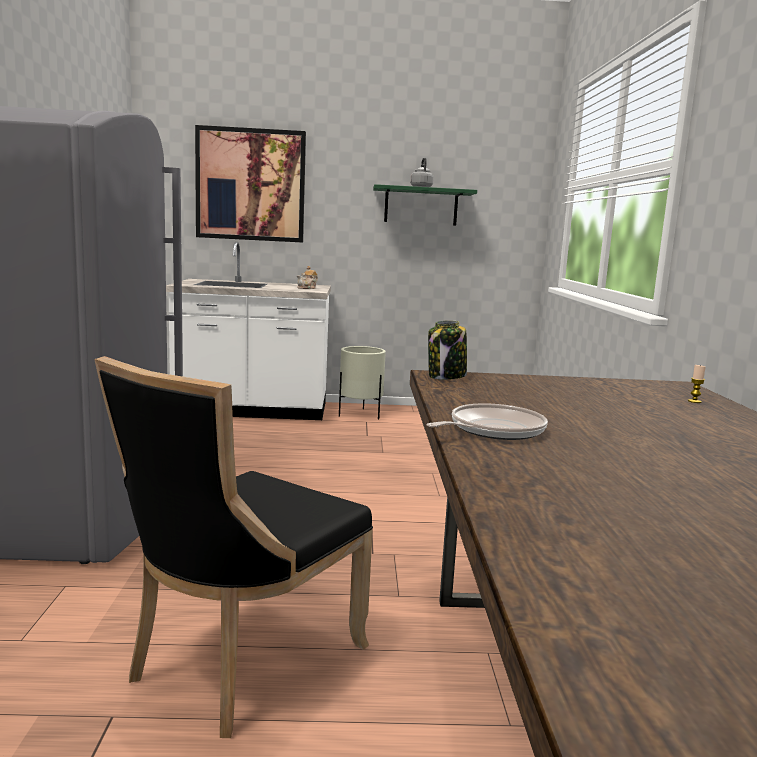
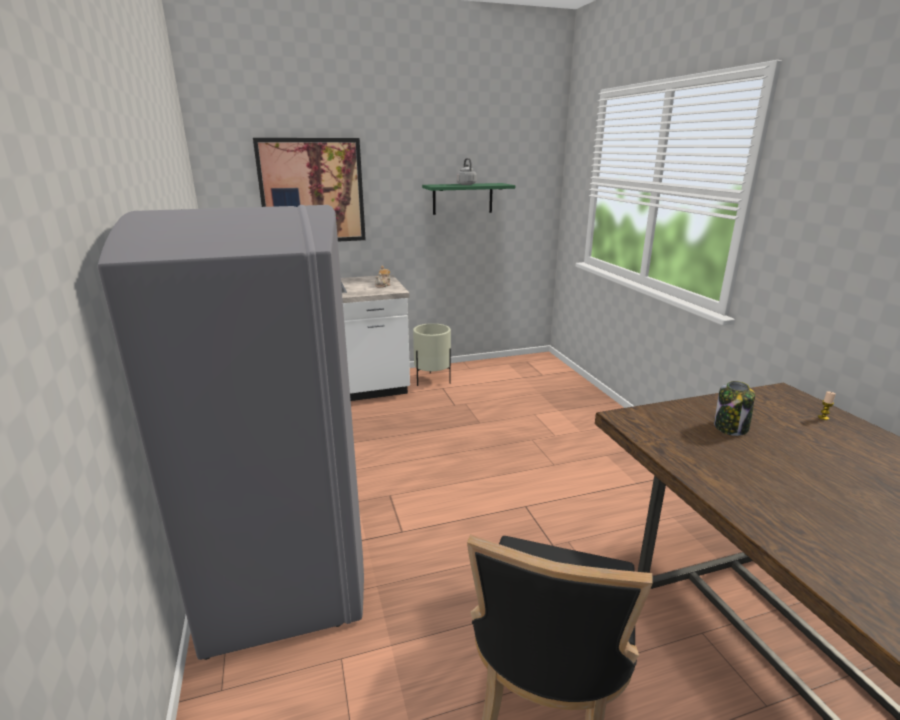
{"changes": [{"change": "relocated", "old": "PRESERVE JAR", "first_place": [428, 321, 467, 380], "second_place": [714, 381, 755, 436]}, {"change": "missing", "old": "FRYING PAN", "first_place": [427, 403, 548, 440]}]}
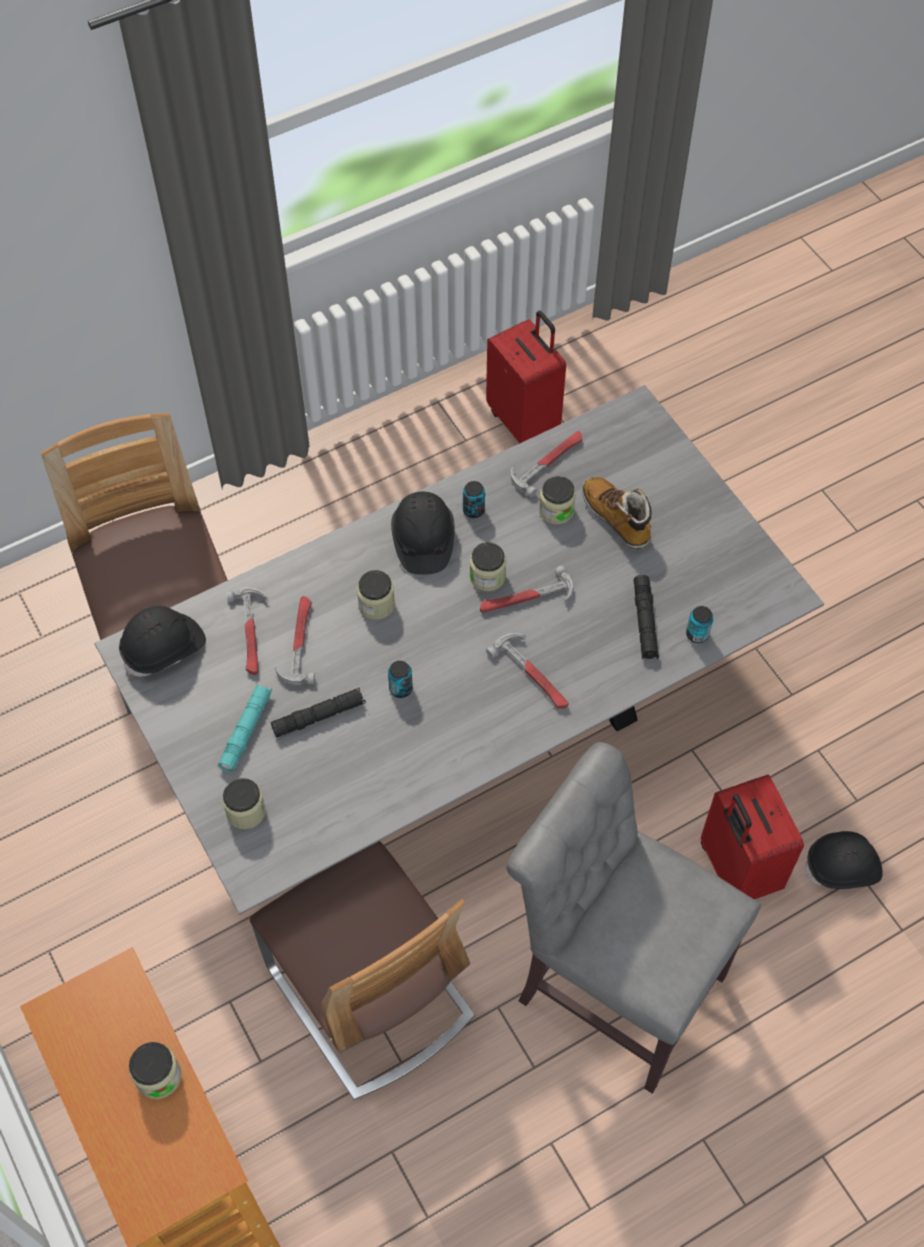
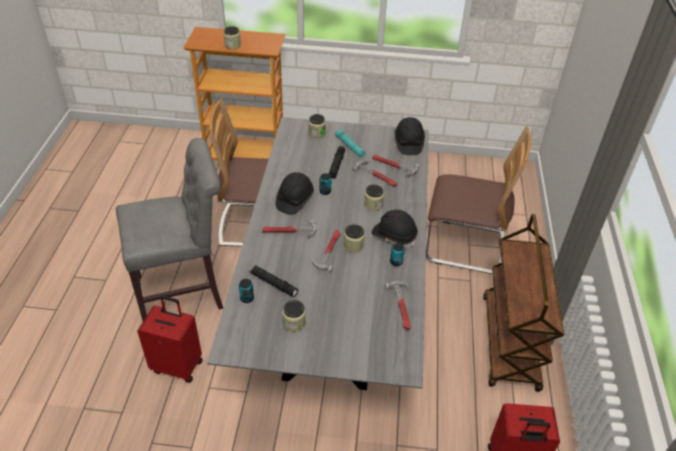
{"changes": [{"change": "relocated", "old": "BLACK WORK HELMET", "first_place": [805, 831, 883, 889], "second_place": [275, 172, 314, 215]}, {"change": "relocated", "old": "PRESERVE JAR", "first_place": [539, 476, 576, 524], "second_place": [282, 300, 306, 332]}, {"change": "appeared", "new": "BROWN TROLLEY", "second_place": [483, 214, 564, 392]}, {"change": "missing", "old": "HIGH-TOP BOOT", "first_place": [582, 477, 652, 550]}]}
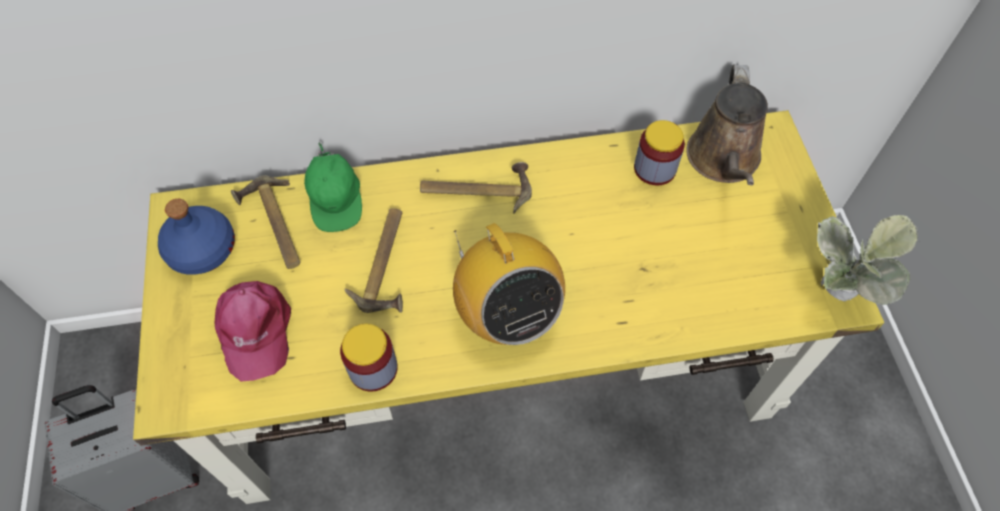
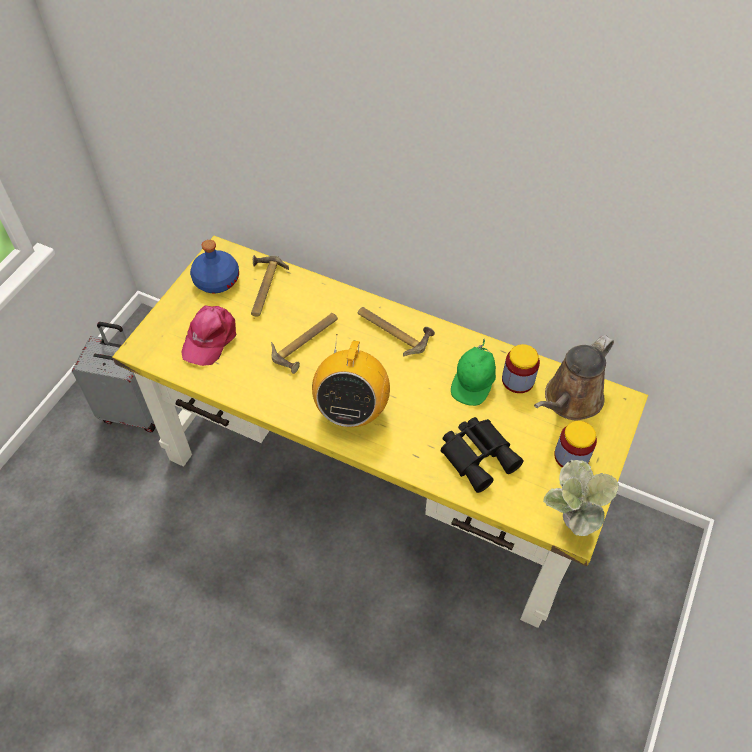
{"changes": [{"change": "appeared", "new": "BLACK FIELD GLASSES", "second_place": [441, 417, 524, 493]}, {"change": "relocated", "old": "GREEN-COLOURED CAP", "first_place": [304, 142, 362, 232], "second_place": [451, 339, 496, 406]}, {"change": "relocated", "old": "PRESERVE JAR", "first_place": [340, 323, 398, 392], "second_place": [554, 421, 597, 467]}]}
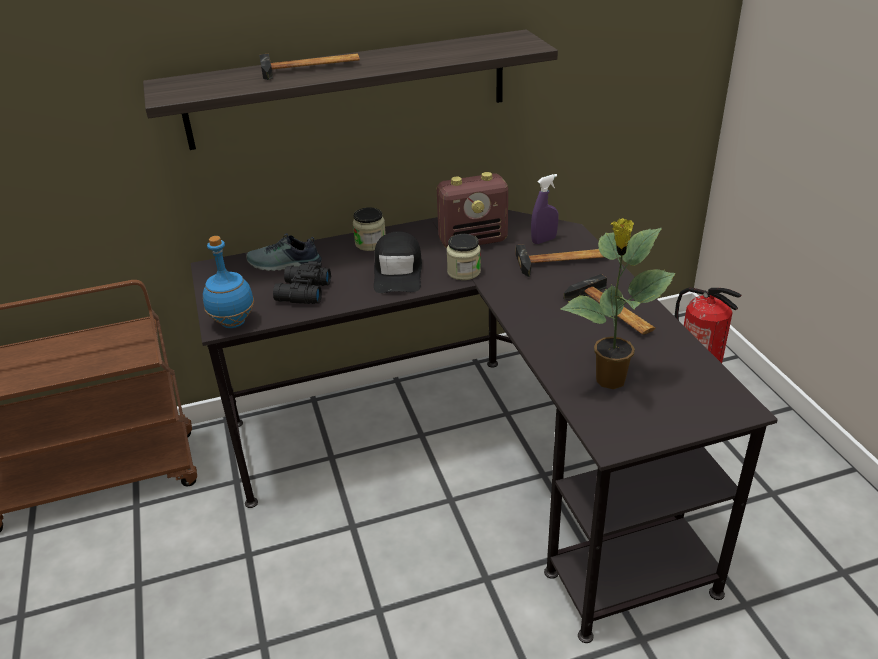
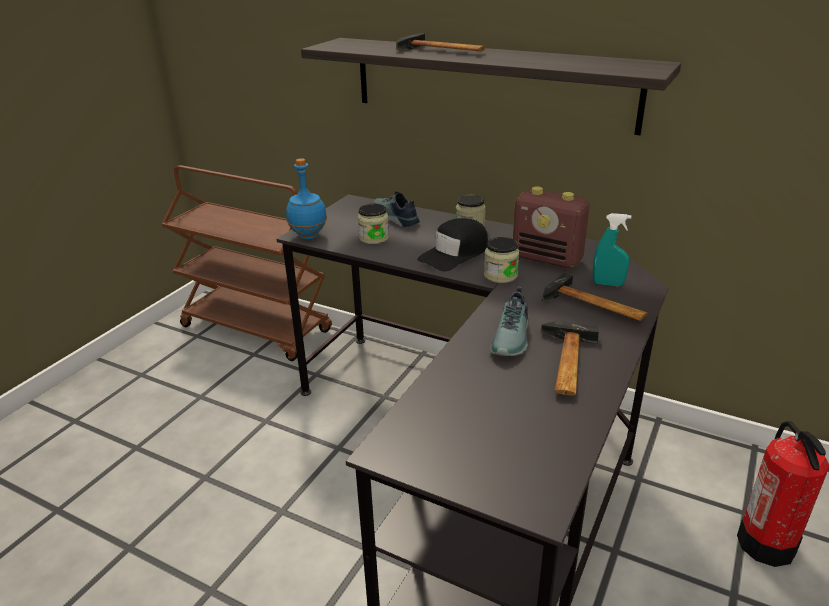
{"changes": [{"change": "exchanged", "old": "BLACK FIELD GLASSES", "new": "PRESERVE JAR", "first_place": [273, 261, 331, 304], "second_place": [358, 204, 389, 244]}, {"change": "appeared", "new": "SHOE", "second_place": [490, 286, 528, 356]}, {"change": "colour", "old": "PURPLE HAND SPRAYER", "new": "BLUE-GREEN HAND SPRAYER", "first_place": [531, 174, 558, 244], "second_place": [593, 213, 632, 286]}, {"change": "missing", "old": "HOUSEPLANT", "first_place": [561, 218, 675, 389]}]}
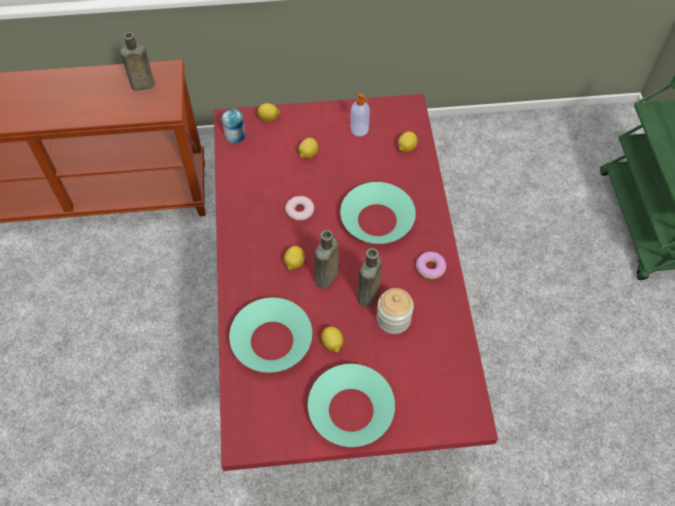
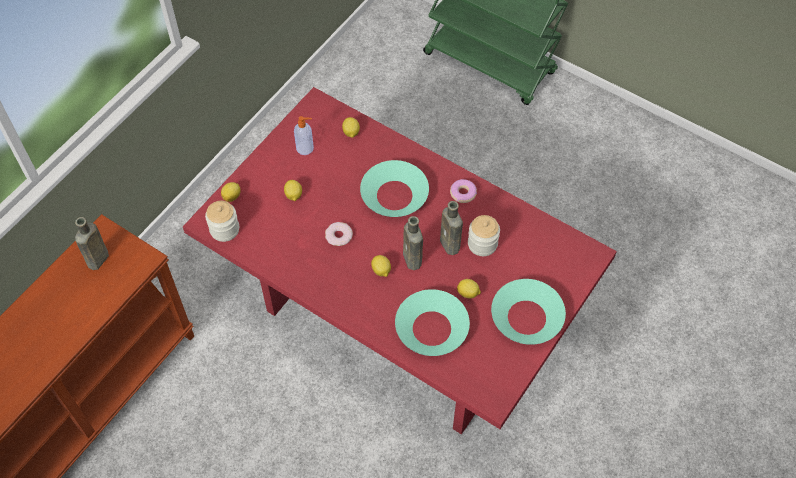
{"changes": [{"change": "exchanged", "old": "SEALED CAN", "new": "PRESERVE JAR", "first_place": [221, 109, 245, 143], "second_place": [205, 201, 239, 242]}]}
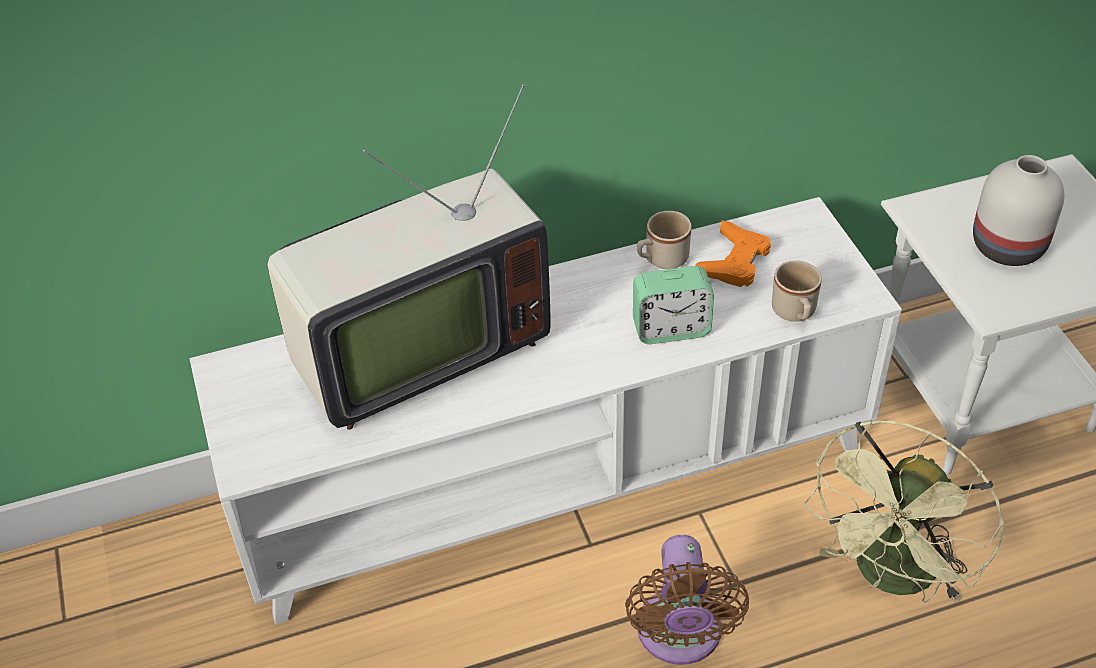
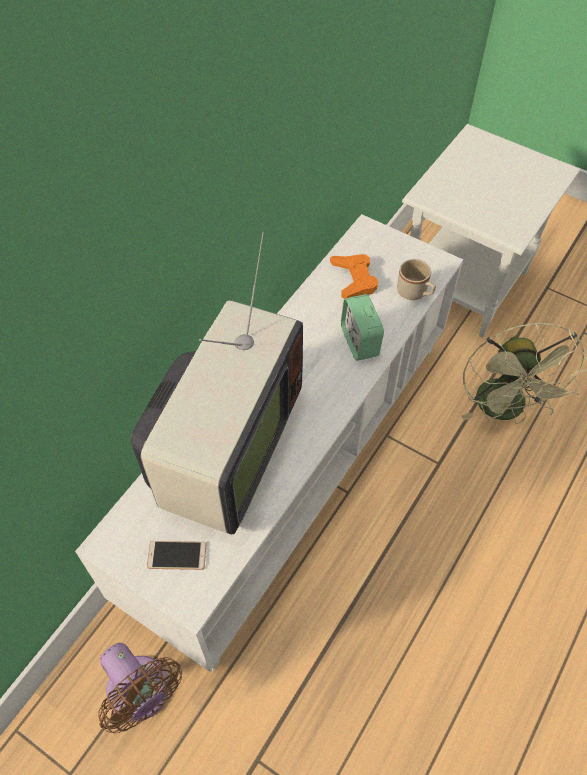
{"changes": [{"change": "relocated", "old": "BROWN FAN", "first_place": [625, 535, 749, 665], "second_place": [98, 643, 182, 734]}, {"change": "appeared", "new": "PHONE", "second_place": [147, 541, 206, 570]}, {"change": "spun", "old": "TABLE CLOCK", "first_place": [633, 266, 714, 344], "second_place": [341, 294, 384, 361], "degrees": 120}, {"change": "missing", "old": "BEIGE MUG", "first_place": [637, 211, 692, 269]}, {"change": "missing", "old": "WHITISH DECORATIVE VASE", "first_place": [973, 155, 1065, 266]}]}
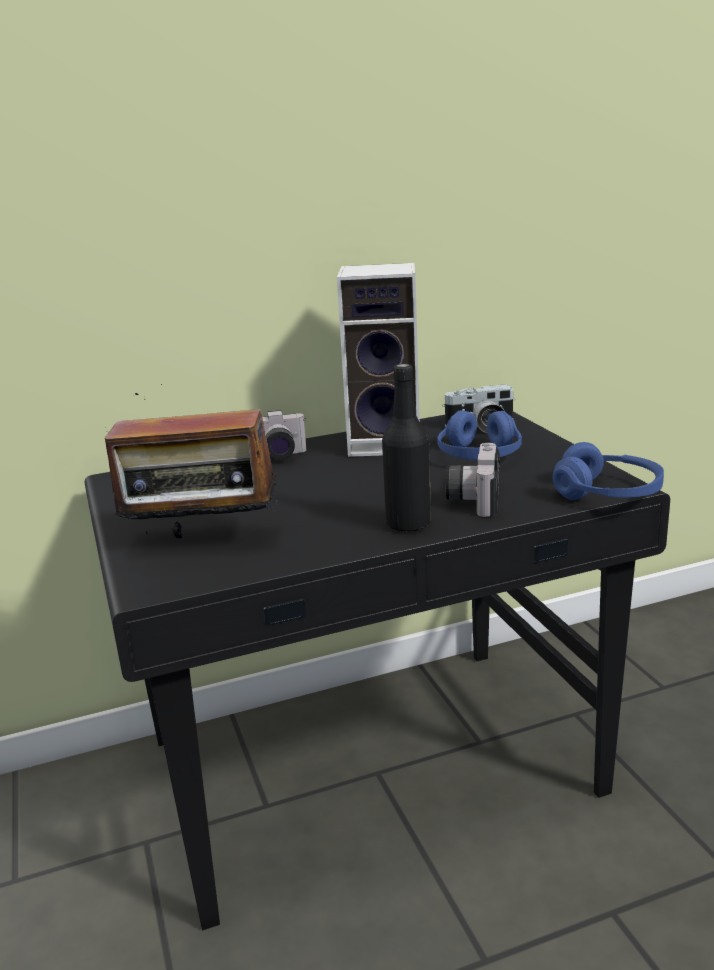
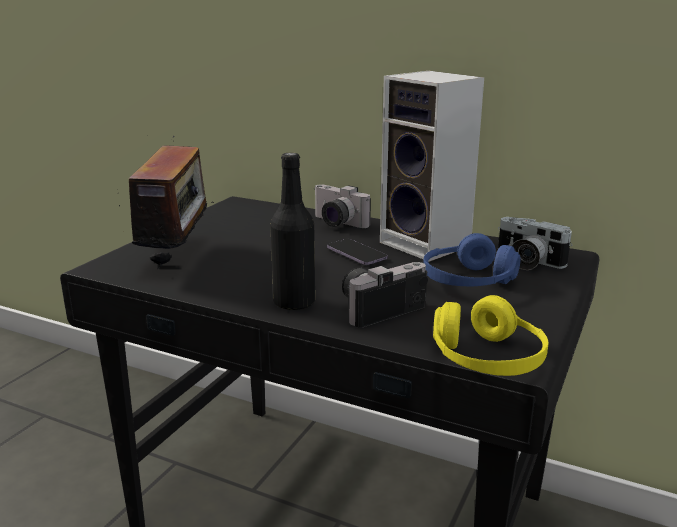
{"changes": [{"change": "spun", "old": "RADIO SET", "first_place": [98, 384, 278, 538], "second_place": [119, 135, 214, 269], "degrees": -135}, {"change": "appeared", "new": "PHONE", "second_place": [327, 239, 388, 265]}, {"change": "colour", "old": "BLUISH HEADSET", "new": "YELLOWISH HEADSET", "first_place": [553, 442, 664, 500], "second_place": [433, 295, 548, 376]}]}
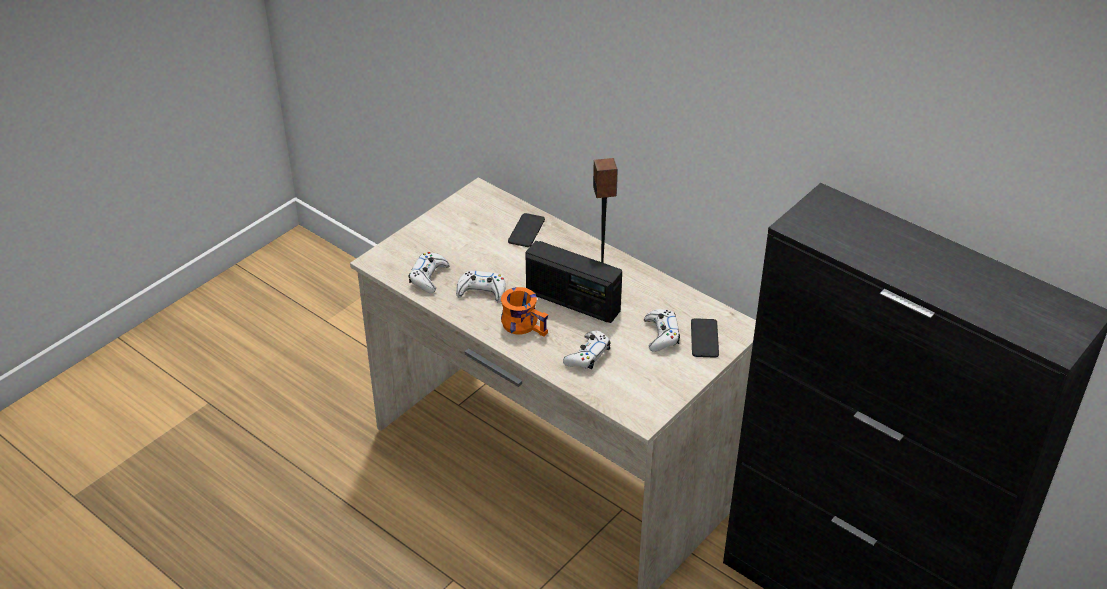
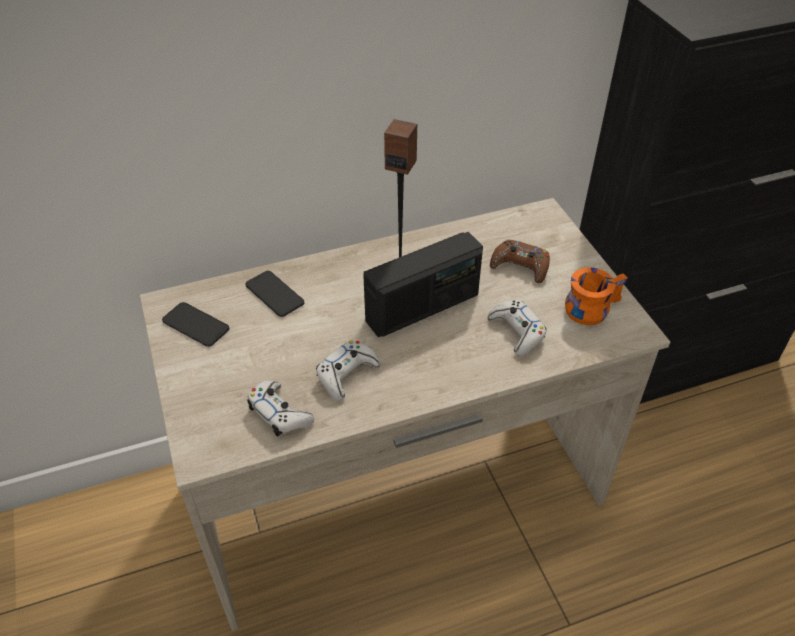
{"changes": [{"change": "relocated", "old": "PHONE", "first_place": [691, 318, 719, 358], "second_place": [162, 302, 229, 347]}, {"change": "colour", "old": "WHITISH GAME CONTROLLER", "new": "BROWN GAME CONTROLLER", "first_place": [644, 309, 680, 352], "second_place": [490, 240, 550, 283]}, {"change": "relocated", "old": "ORANGE MUG", "first_place": [501, 287, 549, 337], "second_place": [565, 267, 628, 325]}]}
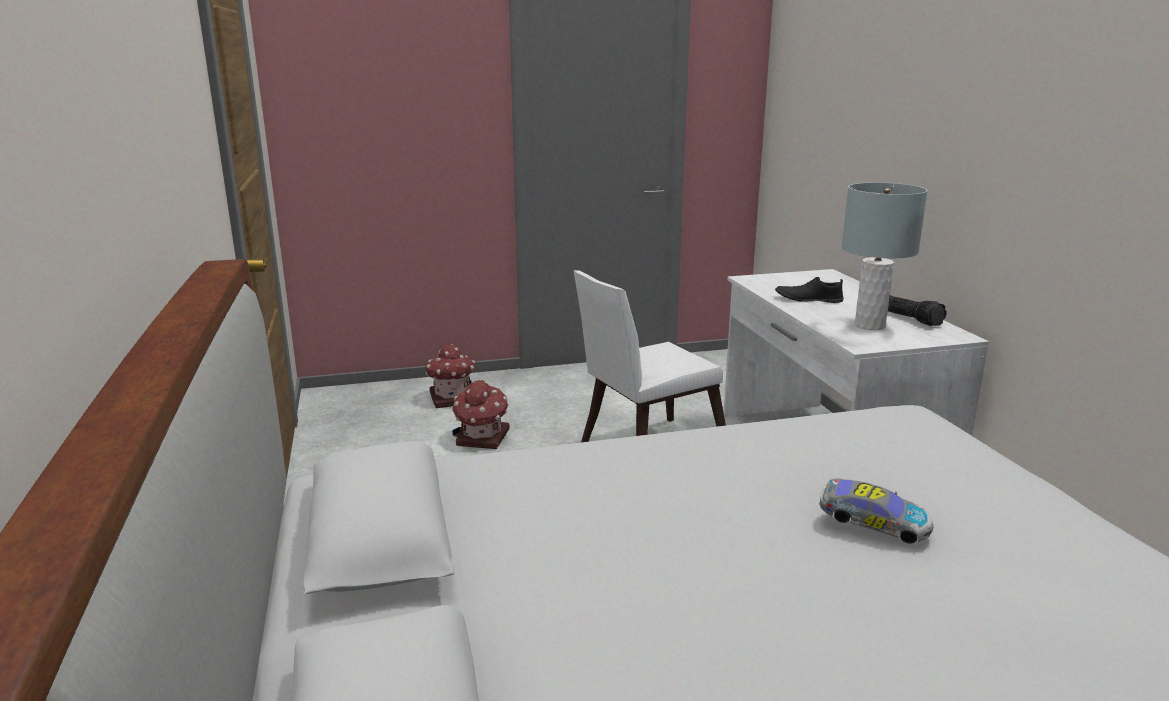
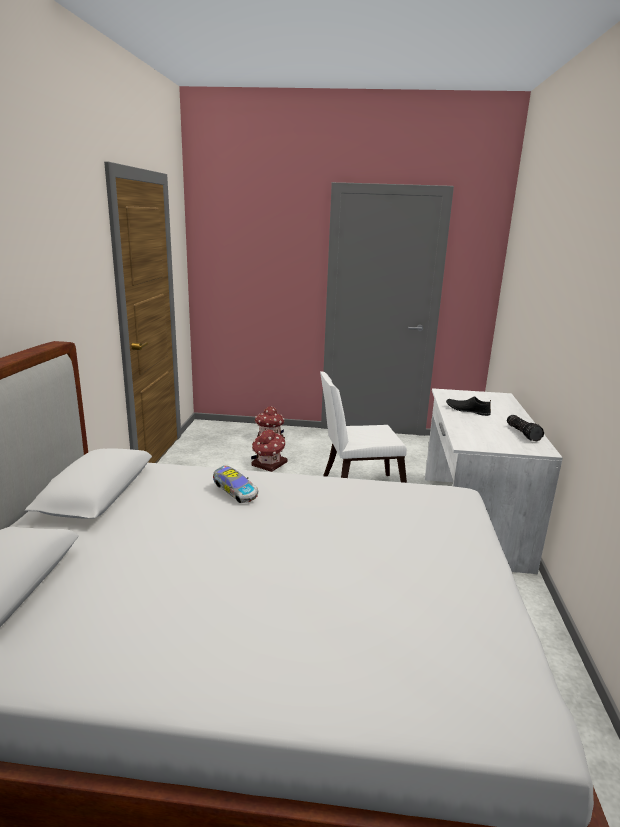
{"changes": [{"change": "relocated", "old": "TOY CAR", "first_place": [819, 478, 933, 544], "second_place": [213, 466, 258, 503]}, {"change": "missing", "old": "GREY TABLE LAMP", "first_place": [841, 182, 928, 330]}]}
